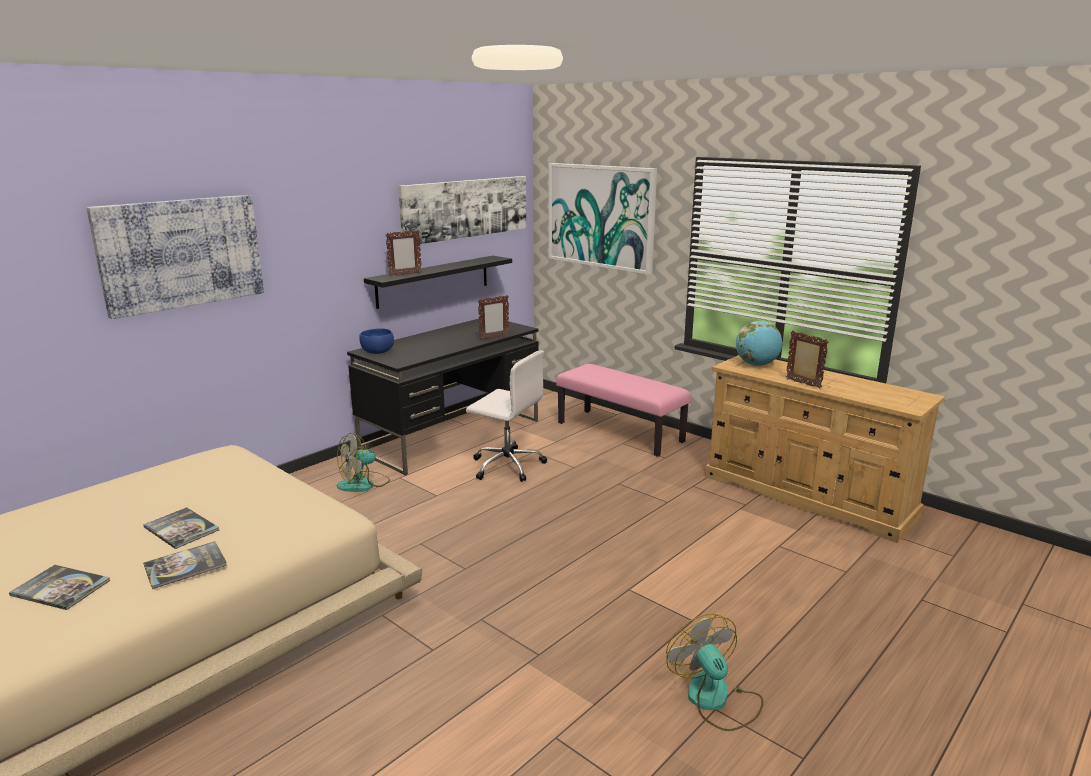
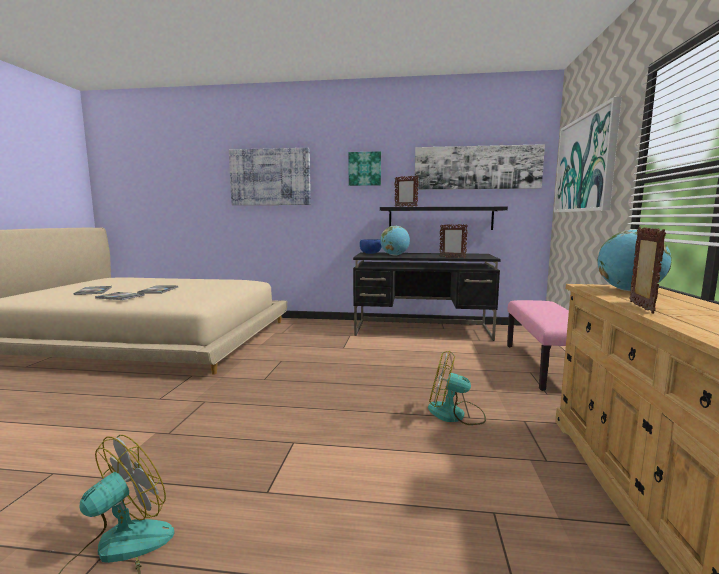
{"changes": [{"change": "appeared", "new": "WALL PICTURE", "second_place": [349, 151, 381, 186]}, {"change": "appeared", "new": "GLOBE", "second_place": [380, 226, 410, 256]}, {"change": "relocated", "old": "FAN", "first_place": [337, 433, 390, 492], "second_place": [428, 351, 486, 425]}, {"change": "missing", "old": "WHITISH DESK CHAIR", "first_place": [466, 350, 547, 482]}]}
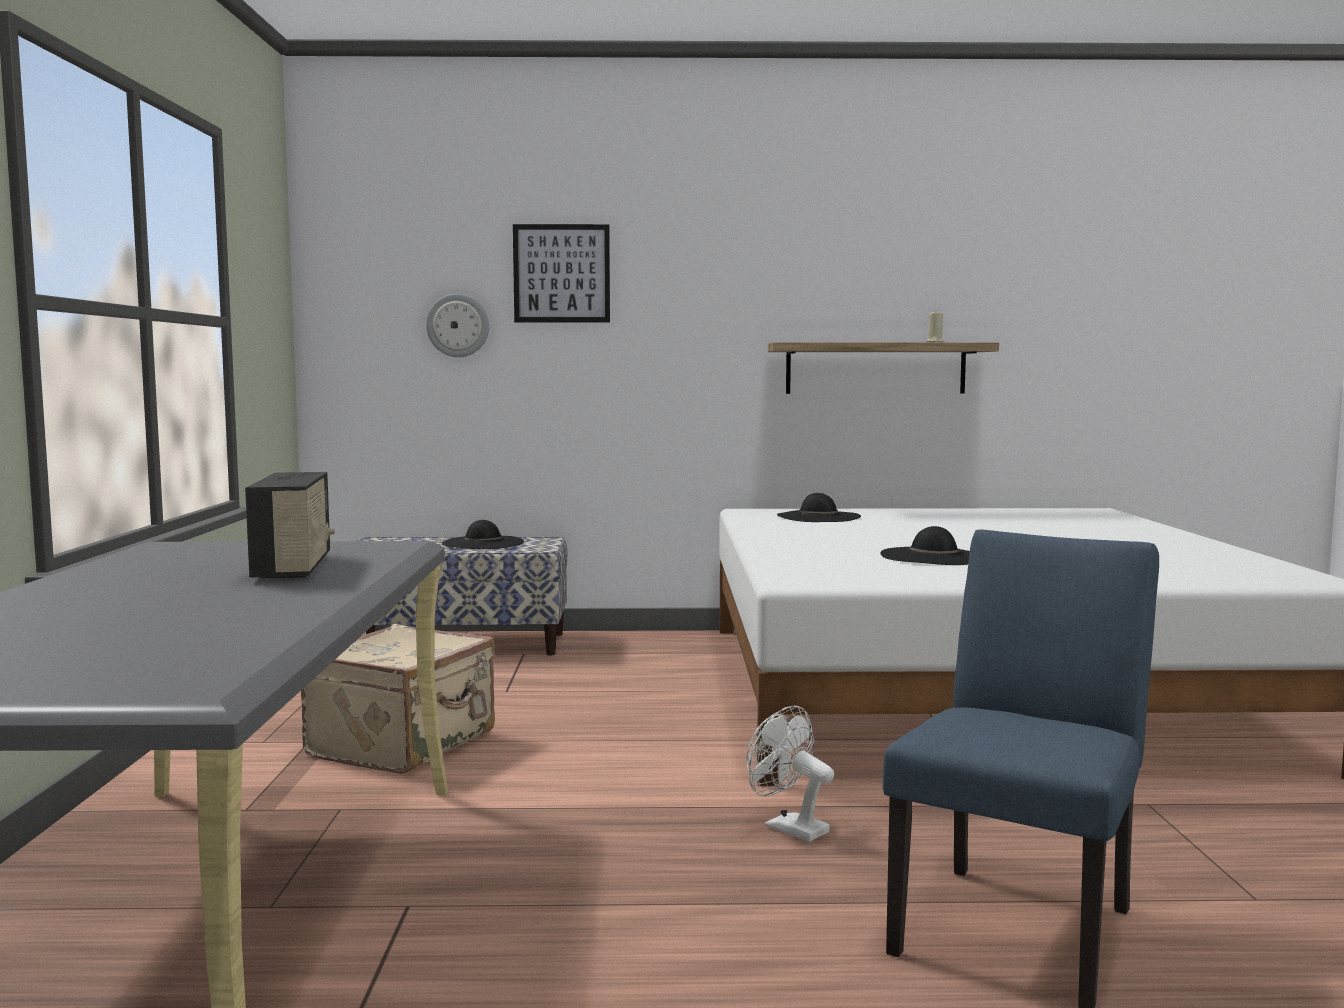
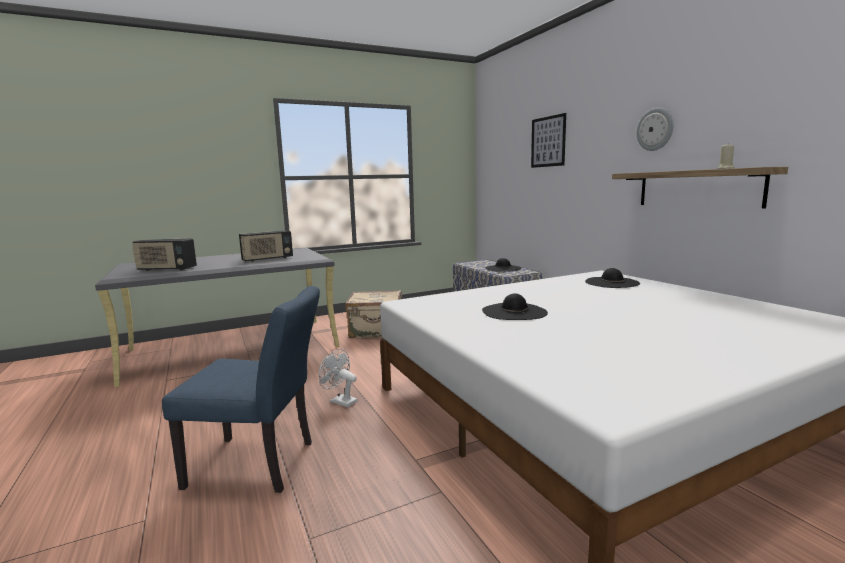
{"changes": [{"change": "appeared", "new": "RADIO SET", "second_place": [132, 239, 197, 271]}, {"change": "spun", "old": "WHITISH FAN", "first_place": [747, 705, 834, 842], "second_place": [319, 349, 357, 407], "degrees": -75}, {"change": "relocated", "old": "HANGING CLOCK", "first_place": [426, 294, 489, 357], "second_place": [637, 108, 673, 151]}]}
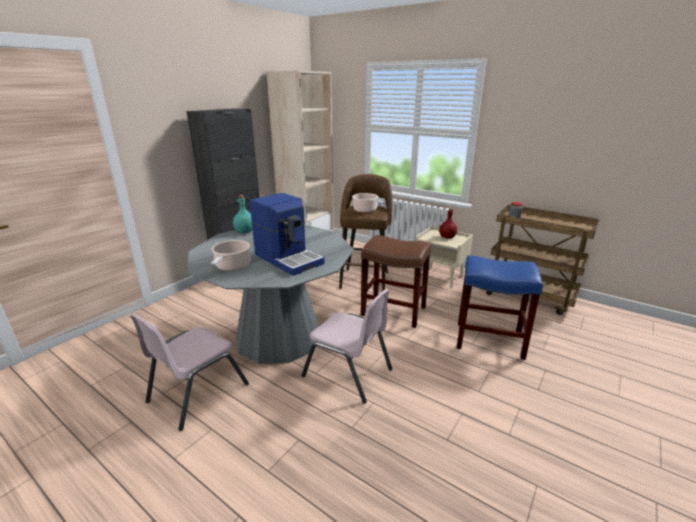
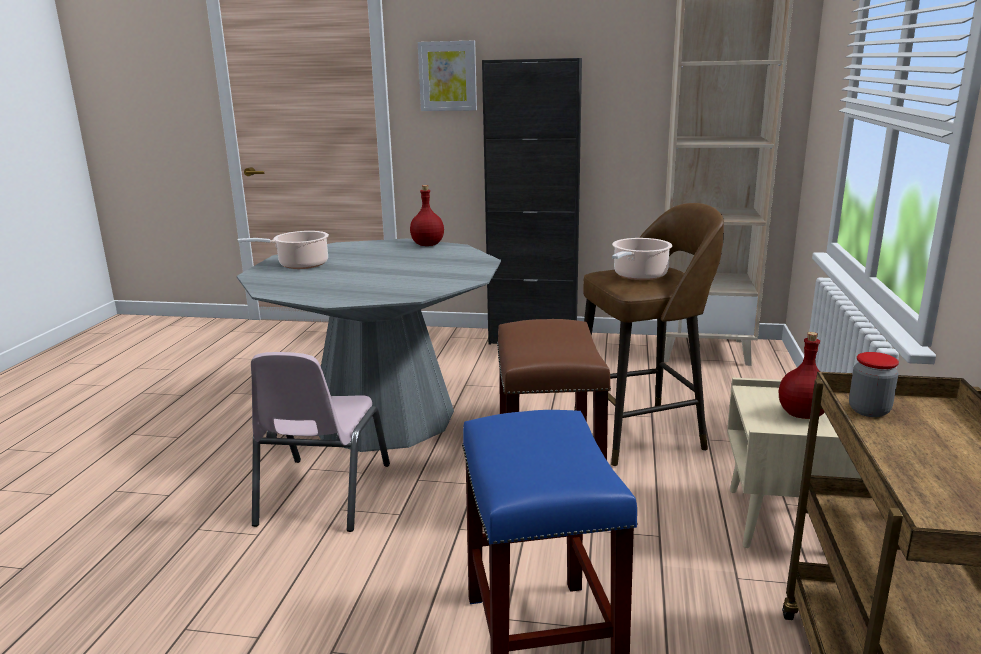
{"changes": [{"change": "colour", "old": "BLUE-GREEN DRINK BOTTLE", "new": "RED DRINK BOTTLE", "first_place": [233, 195, 252, 233], "second_place": [410, 185, 444, 246]}, {"change": "appeared", "new": "WALL PICTURE", "second_place": [418, 40, 477, 111]}, {"change": "missing", "old": "PINK-COLOURED PLAIN CHAIR", "first_place": [130, 313, 249, 431]}, {"change": "missing", "old": "COFFEE MACHINE", "first_place": [250, 193, 325, 276]}]}
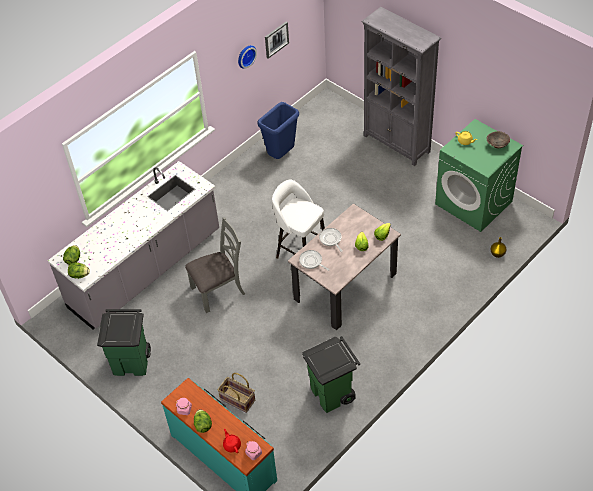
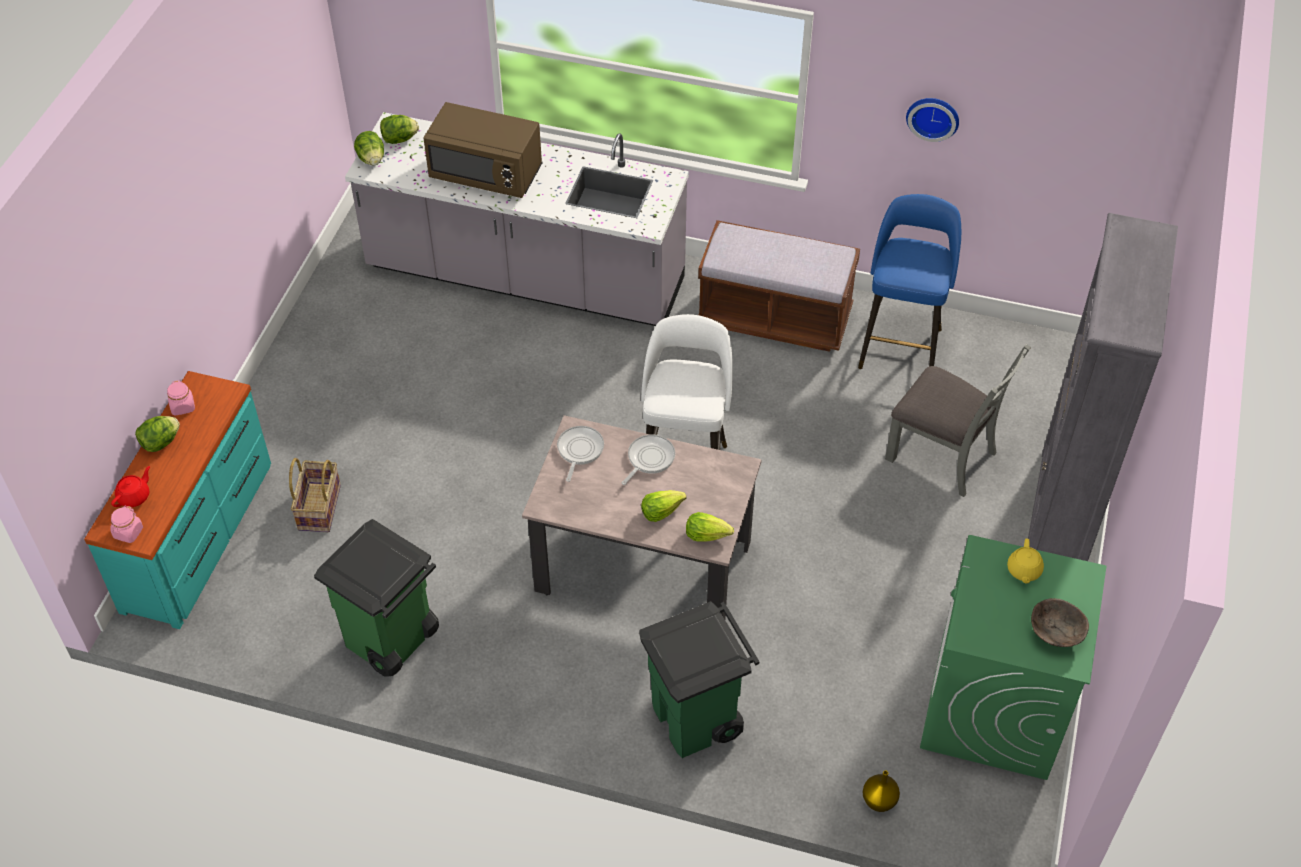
{"changes": [{"change": "appeared", "new": "BROWN KITCHEN MICROWAVE", "second_place": [423, 102, 543, 198]}, {"change": "relocated", "old": "GREEN-COLOURED WASTE BIN", "first_place": [97, 309, 151, 376], "second_place": [639, 601, 759, 758]}, {"change": "appeared", "new": "BROWN BENCH", "second_place": [698, 220, 860, 352]}, {"change": "exchanged", "old": "BLUISH WASTE BIN", "new": "BLUISH SITTING STOOL", "first_place": [257, 102, 299, 159], "second_place": [858, 194, 961, 369]}, {"change": "relocated", "old": "GREY PLAIN CHAIR", "first_place": [185, 217, 245, 313], "second_place": [885, 344, 1031, 497]}, {"change": "missing", "old": "WALL PICTURE", "first_place": [265, 21, 289, 59]}]}
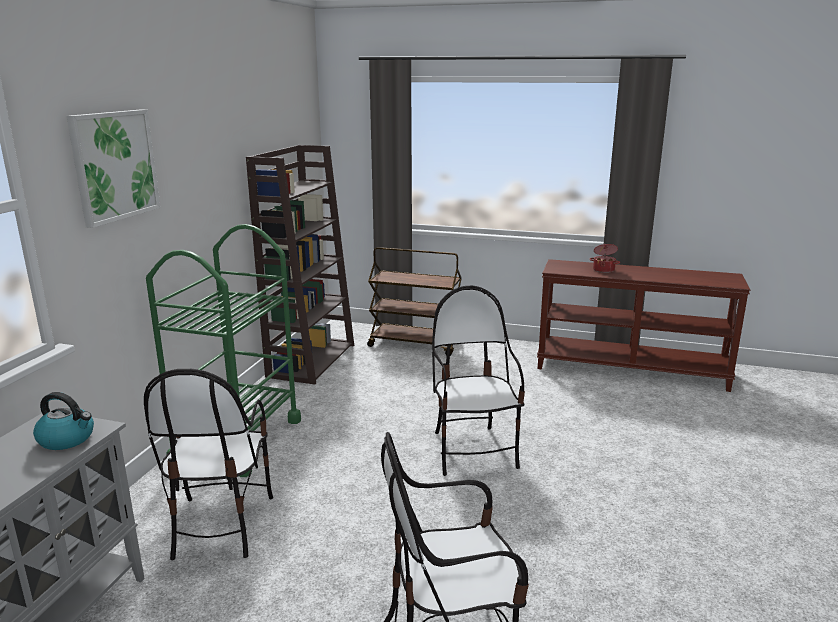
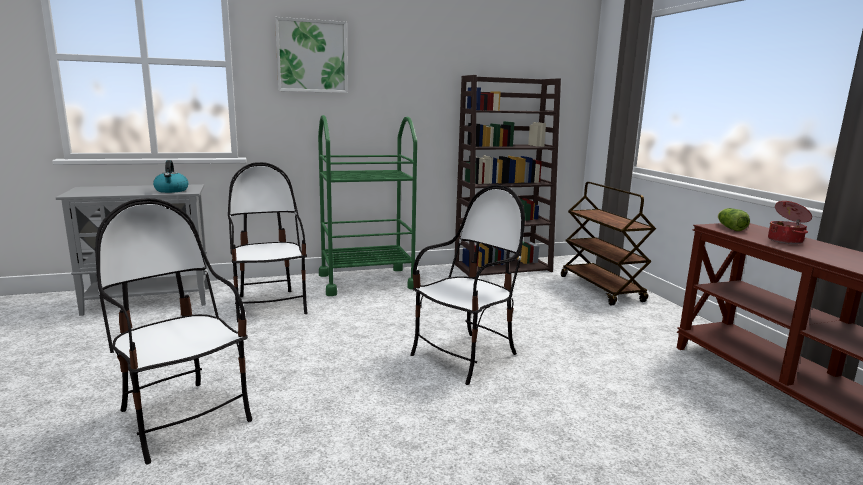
{"changes": [{"change": "spun", "old": "PLAIN CHAIR", "first_place": [144, 369, 273, 560], "second_place": [228, 162, 308, 322], "degrees": 105}, {"change": "appeared", "new": "HEAD OF LETTUCE", "second_place": [718, 208, 750, 231]}]}
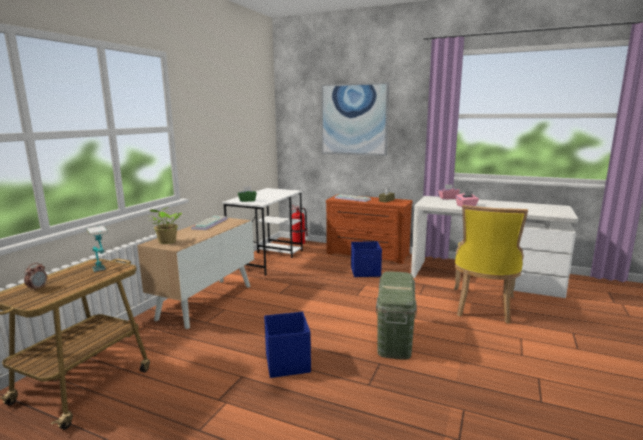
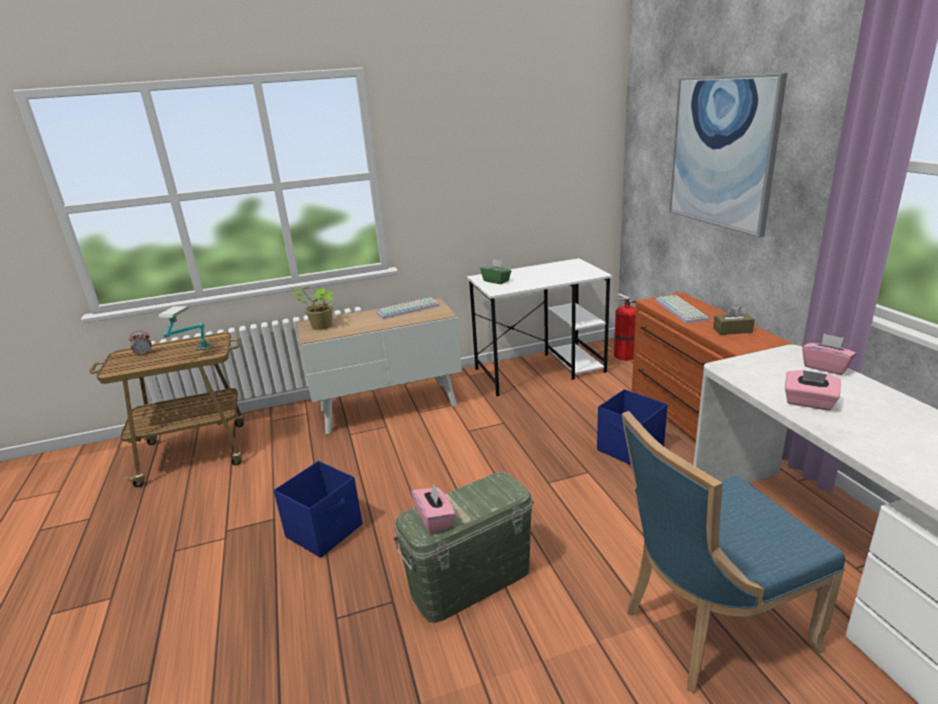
{"changes": [{"change": "appeared", "new": "PINK-COLOURED TISSUE HOLDER", "second_place": [412, 483, 455, 534]}, {"change": "colour", "old": "YELLOWISH PLAIN CHAIR", "new": "BLUISH PLAIN CHAIR", "first_place": [454, 205, 528, 324], "second_place": [622, 411, 845, 693]}]}
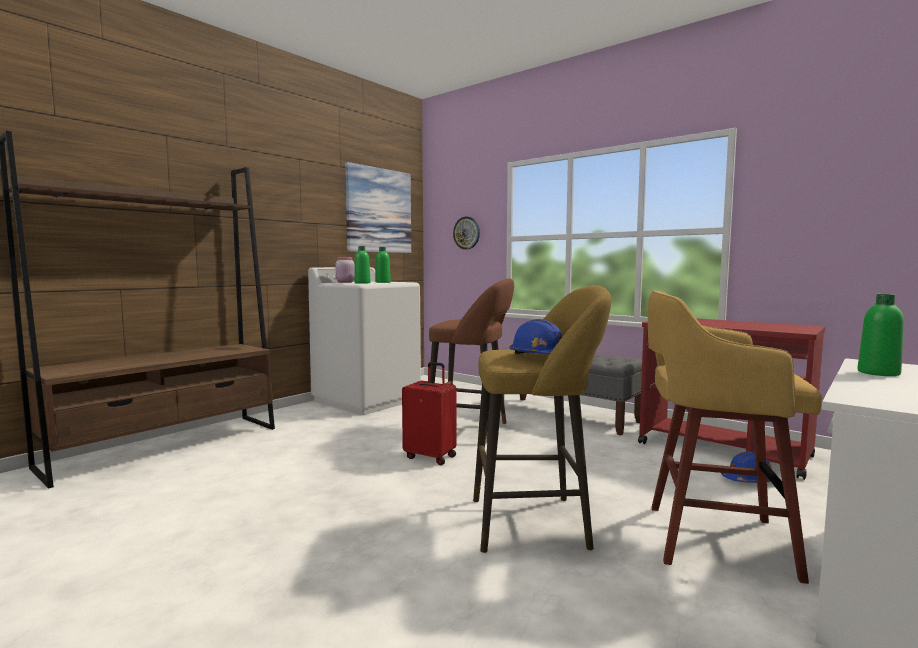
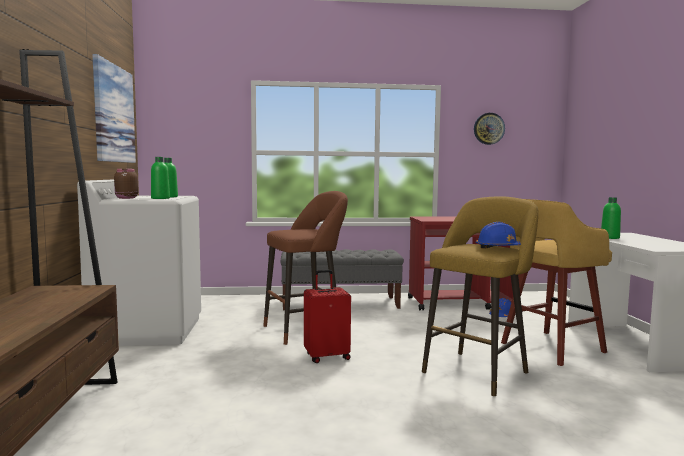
{"changes": [{"change": "colour", "old": "PINK-COLOURED PRESERVE JAR", "new": "BROWN PRESERVE JAR", "first_place": [336, 257, 355, 283], "second_place": [114, 169, 138, 199]}, {"change": "relocated", "old": "HANGING CLOCK", "first_place": [453, 217, 480, 250], "second_place": [474, 113, 505, 145]}]}
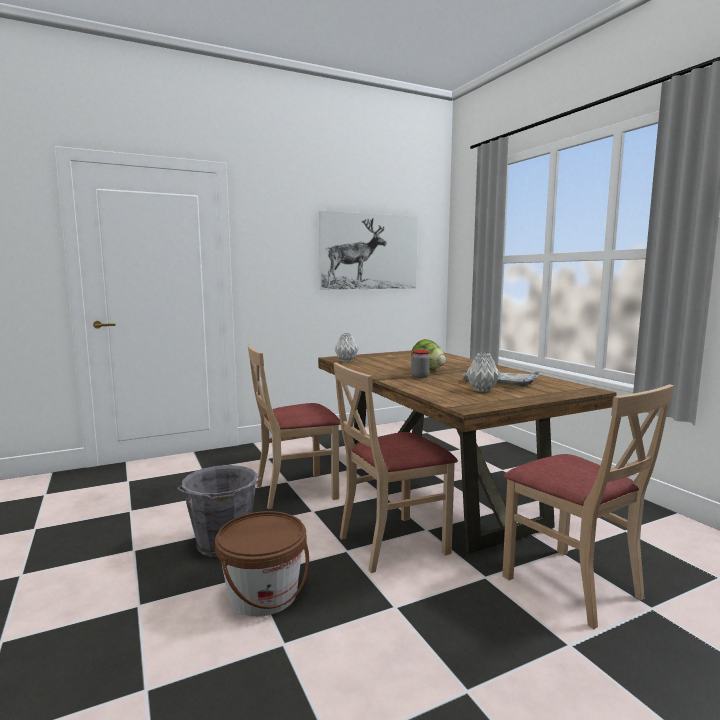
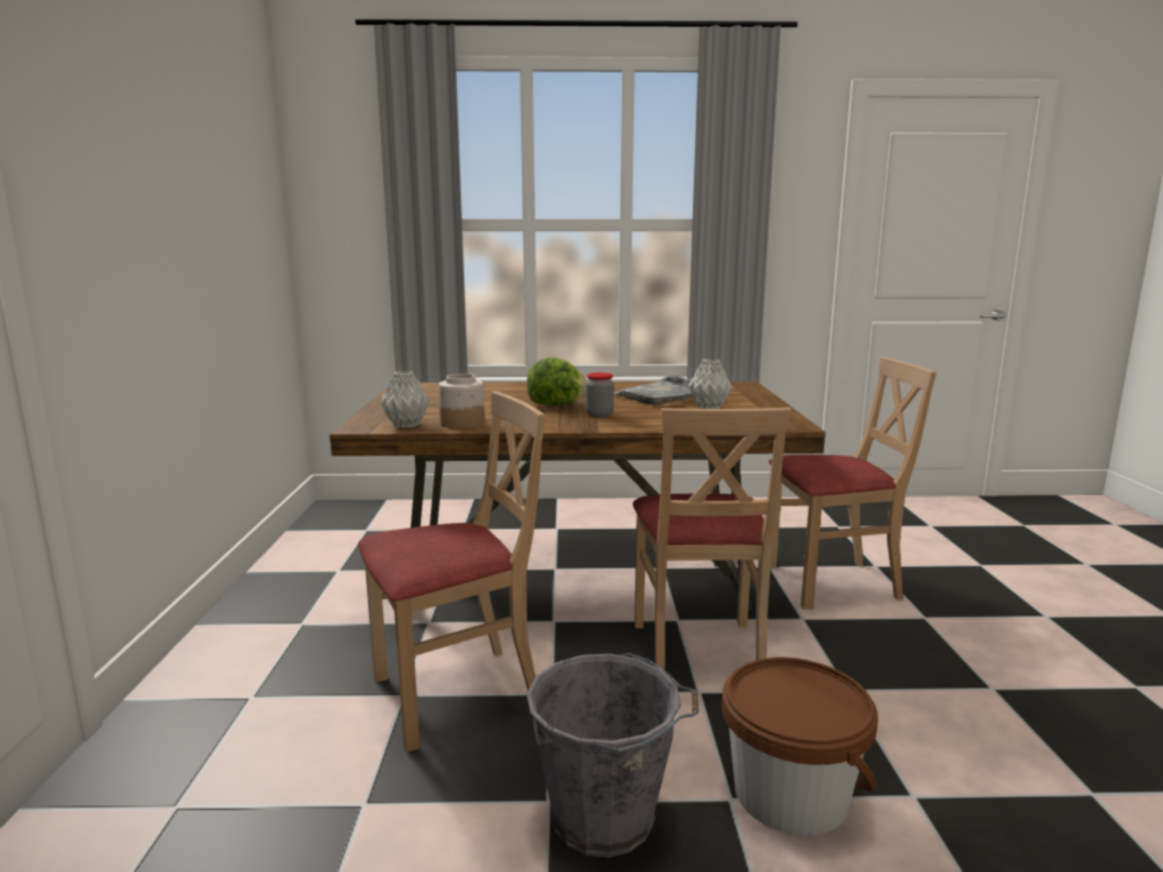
{"changes": [{"change": "spun", "old": "BEIGE PLAIN CHAIR", "first_place": [248, 345, 341, 509], "second_place": [358, 391, 545, 752], "degrees": -120}, {"change": "appeared", "new": "PRESERVE JAR", "second_place": [438, 374, 485, 429]}, {"change": "missing", "old": "WALL PICTURE", "first_place": [319, 211, 418, 290]}]}
